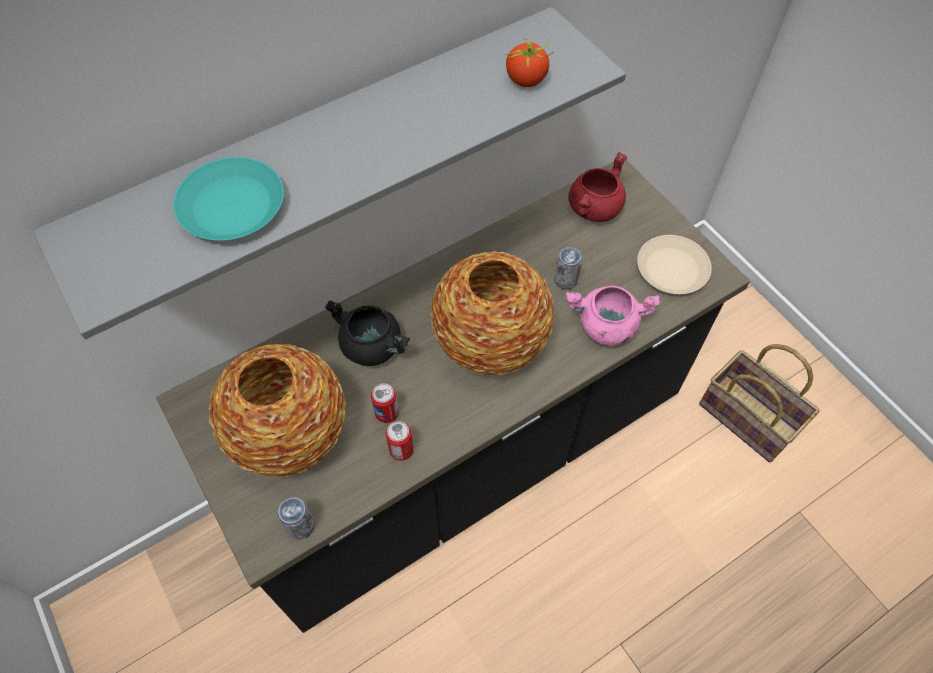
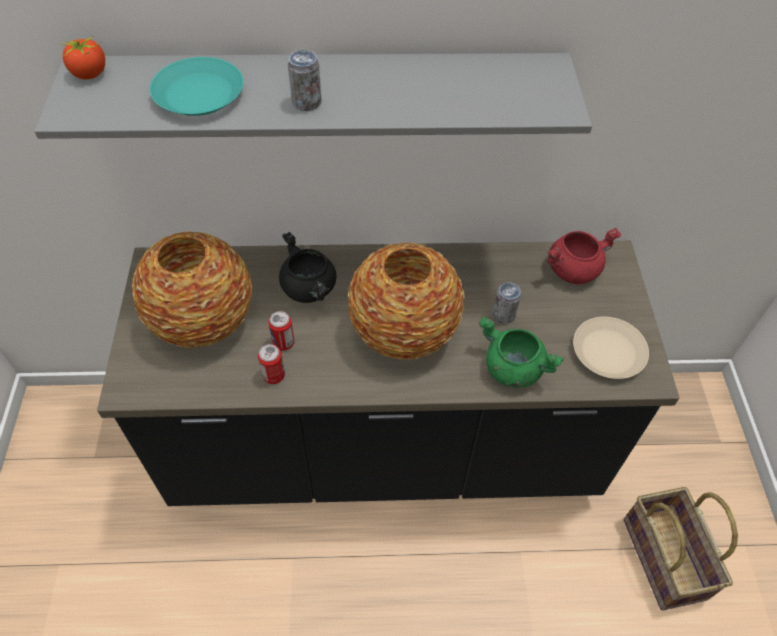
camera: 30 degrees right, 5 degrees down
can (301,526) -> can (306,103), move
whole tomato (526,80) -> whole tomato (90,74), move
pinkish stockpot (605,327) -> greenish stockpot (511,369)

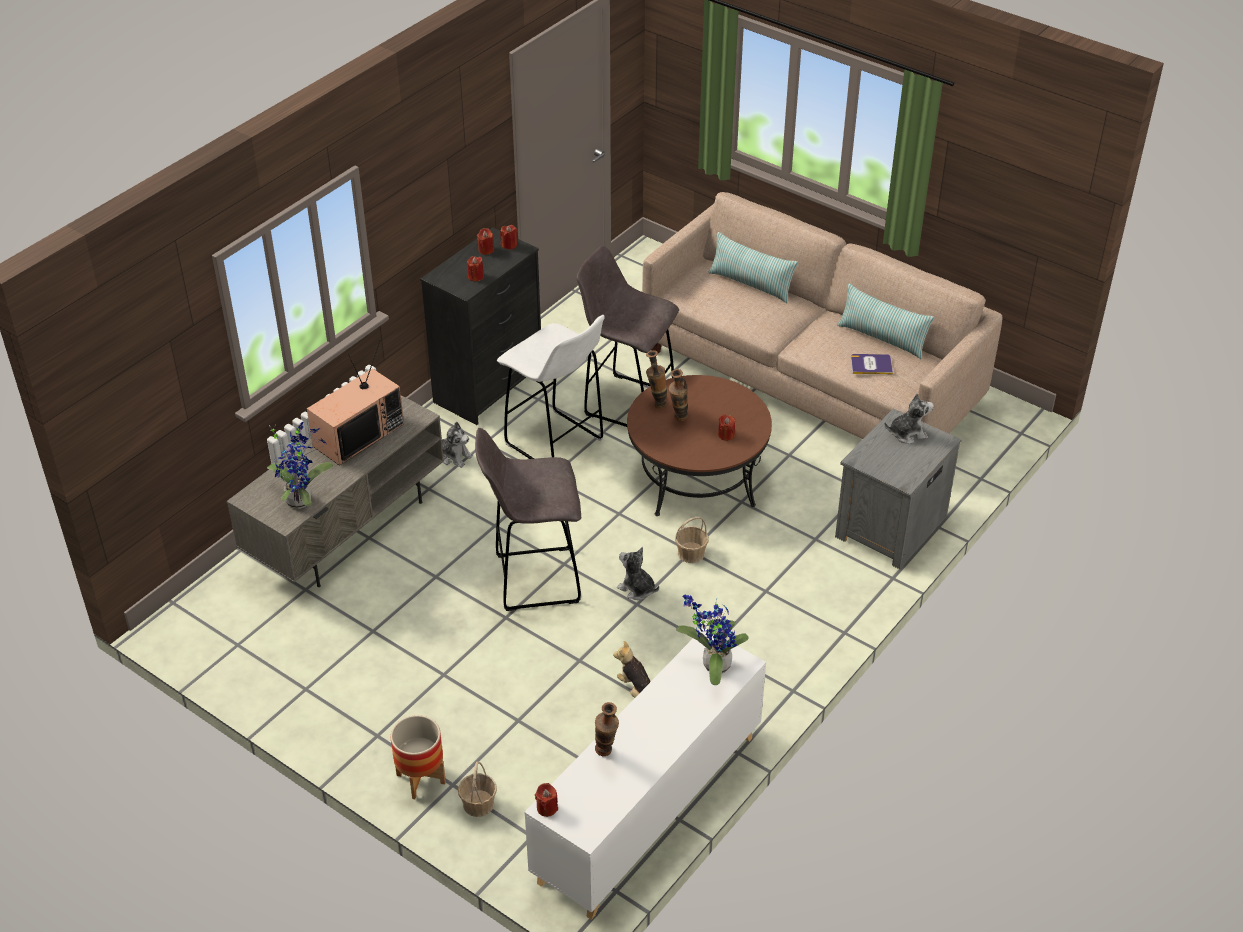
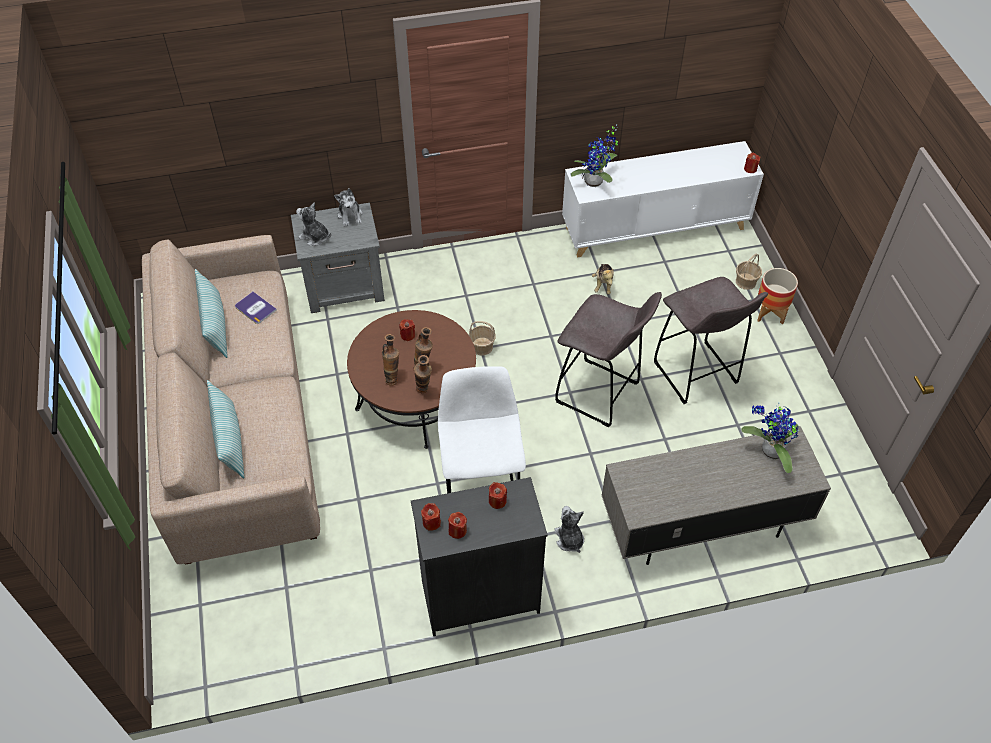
camera: 140 degrees left, 10 degrees up
TV set (358,434) -> none
greyish stool seat (626,402) -> greyish stool seat (696,374), move
decorative vase (606,754) -> decorative vase (393,378), move
plush toy (637,589) -> plush toy (350,215), move

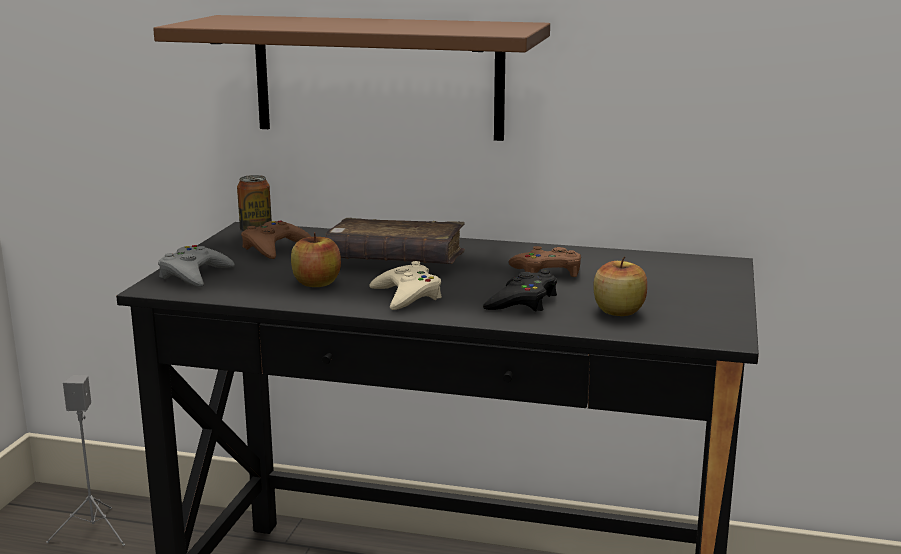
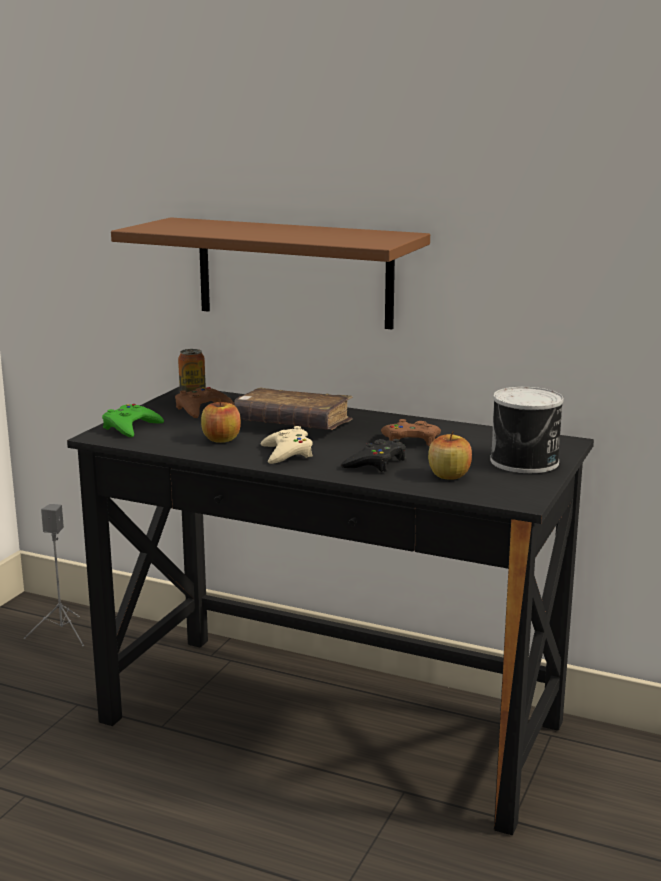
camera: 10 degrees right, 0 degrees up
greyish joypad (194,274) -> greenish joypad (131,427)
none -> can (526,462)

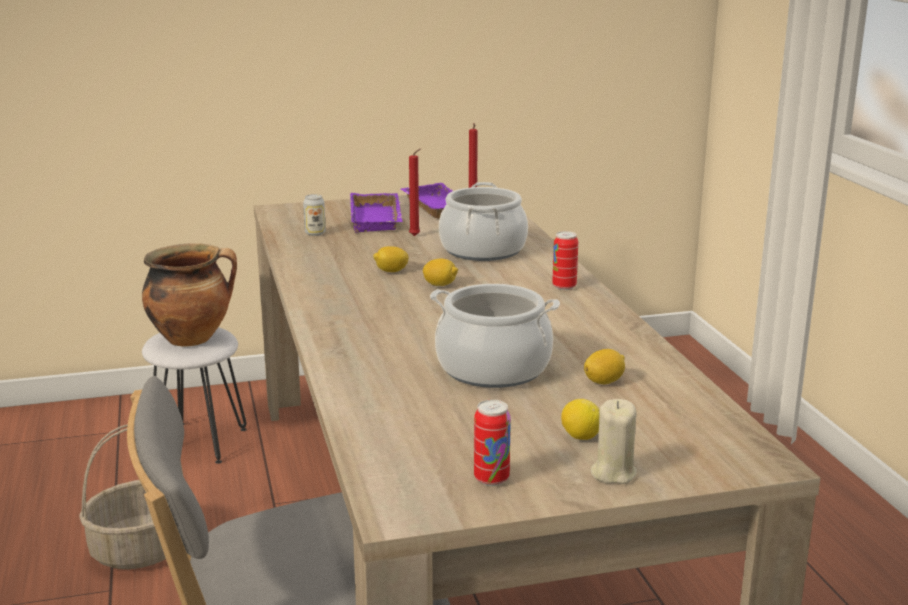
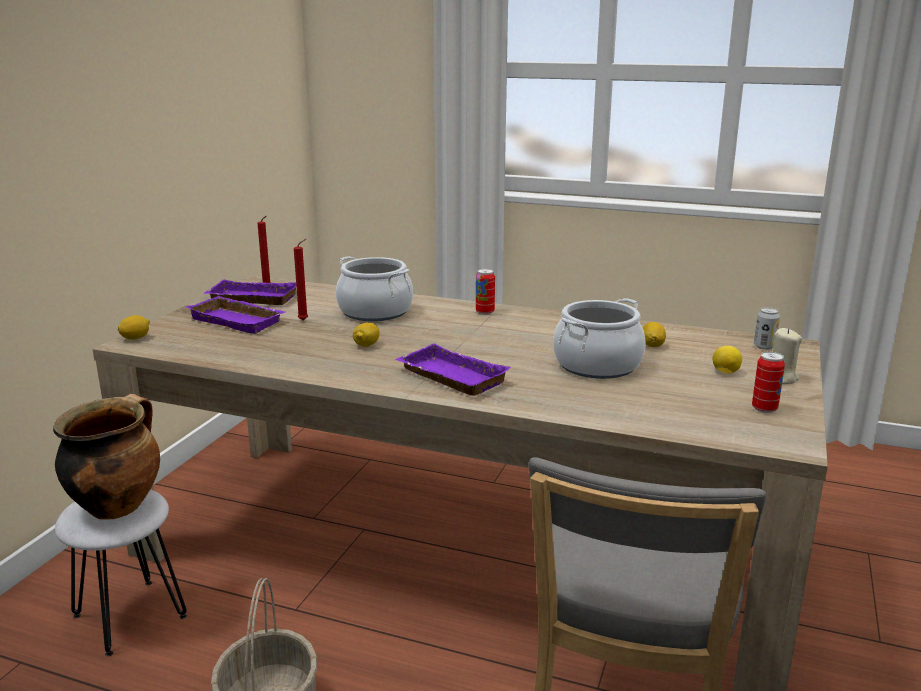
camera: 55 degrees left, 0 degrees up
can (315,233) -> can (764,346), move
citrus fruit (440,285) -> citrus fruit (135,338), move
none -> purple serving tray (449,377)

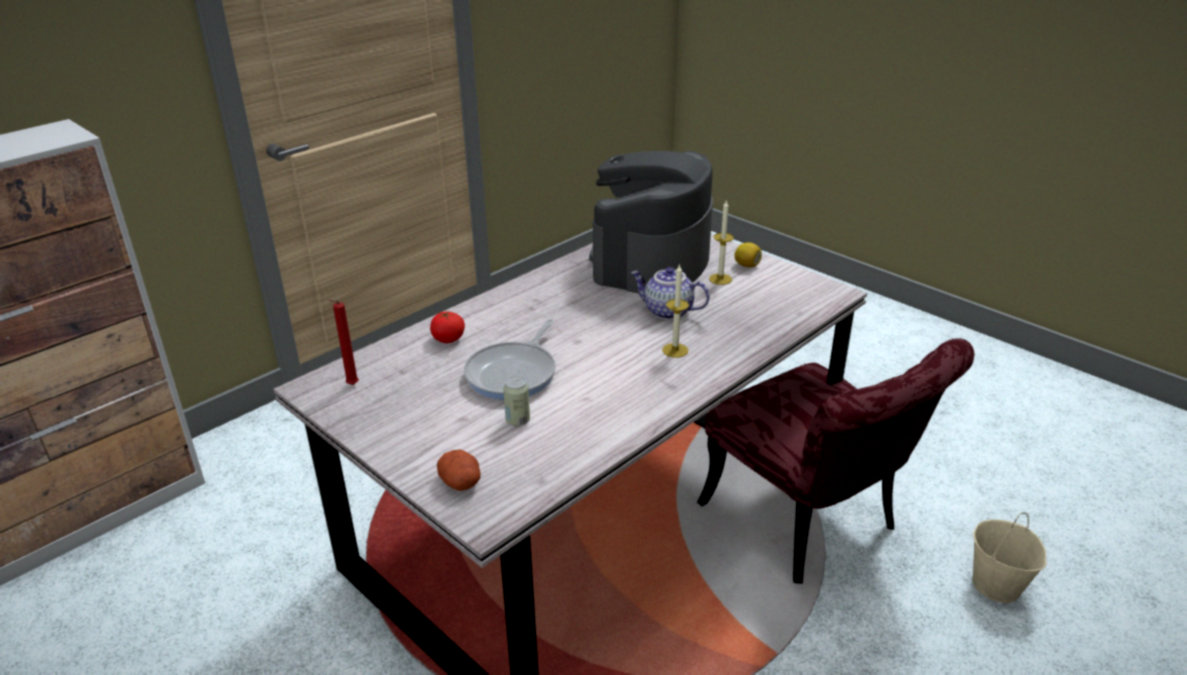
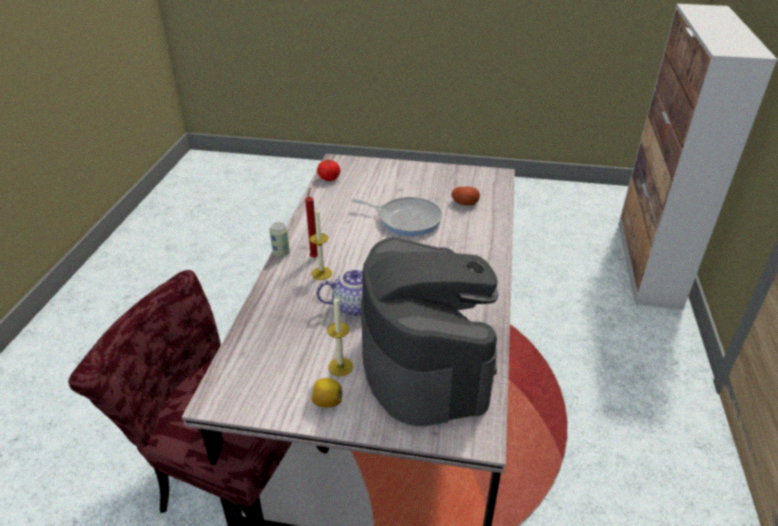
camera: 145 degrees right, 5 degrees up
red-coloured candle (351,386) -> red-coloured candle (314,256), move
whole tomato (448,339) -> whole tomato (329,178), move
whole potato (461,482) -> whole potato (464,203), move
skillet (514,373) -> skillet (406,219), 120 degrees clockwise
can (517,420) -> can (281,253), move
beige-coloured water bucket (997,586) -> none

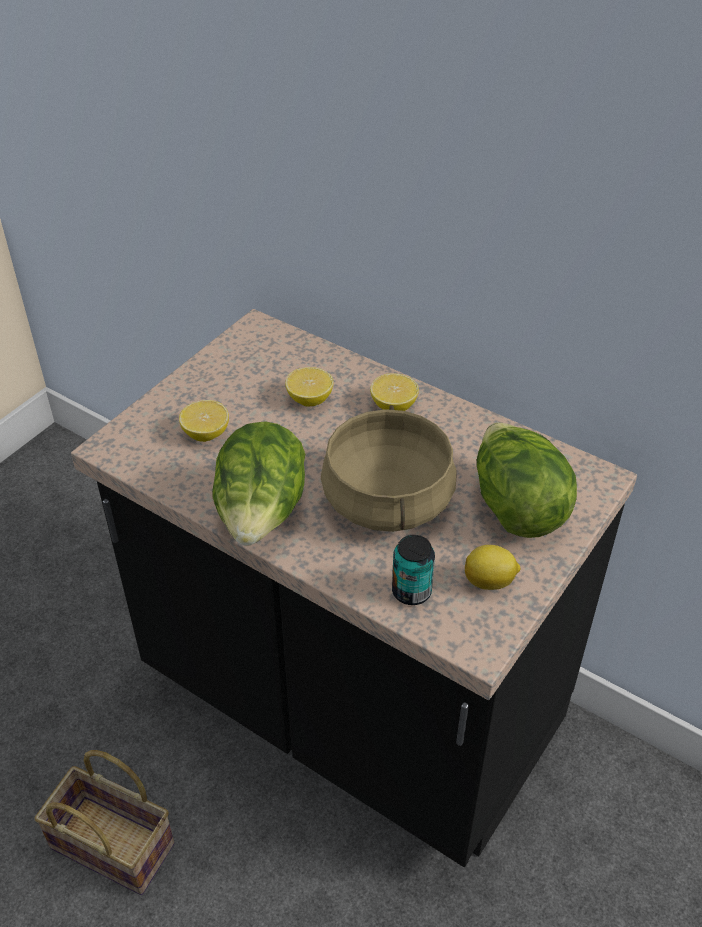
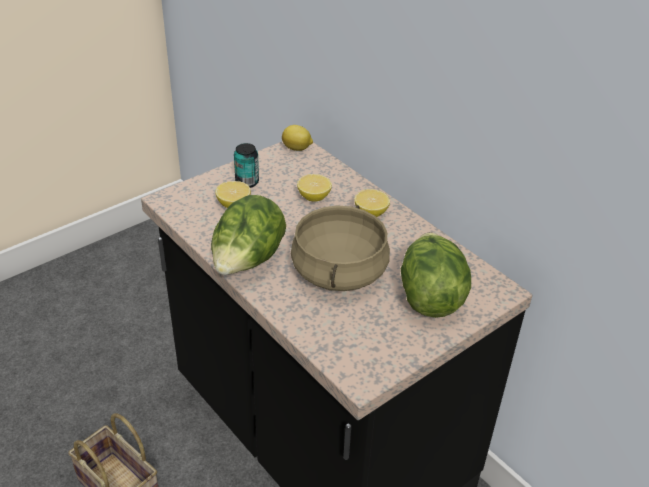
camera: 15 degrees right, 5 degrees down
can (411,591) -> can (247,182), move
citrus fruit (490,582) -> citrus fruit (297,148), move

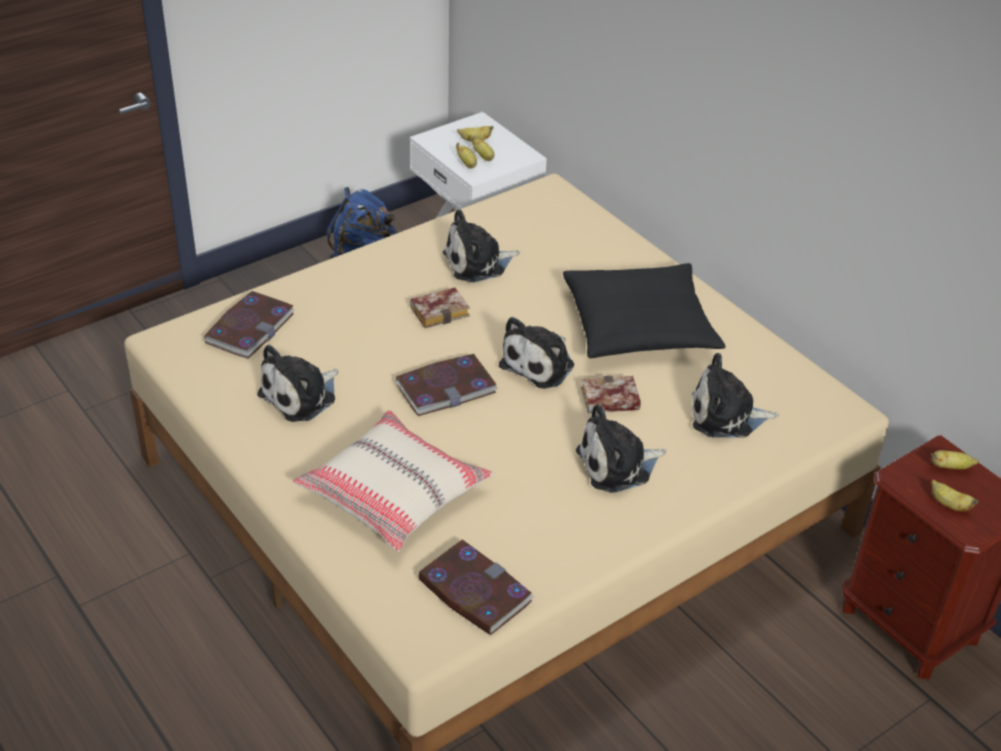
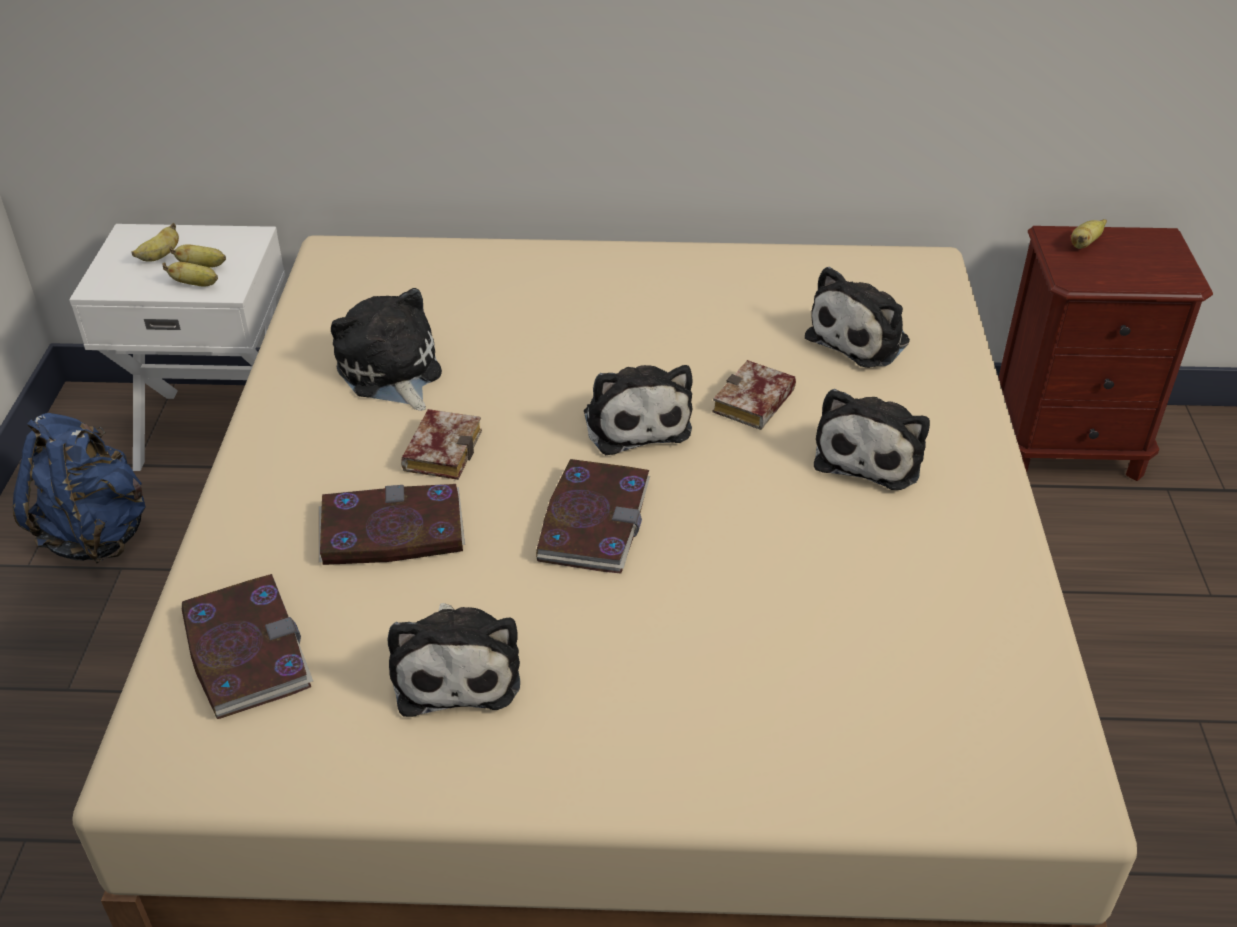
camera: 50 degrees left, 0 degrees up
beige-coloured throw pillow (394,493) -> none
book (474,591) -> book (391,531), move
plush toy (478,263) -> plush toy (391,373), 135 degrees clockwise
black throw pillow (639,325) -> none
whole banana (948,504) -> none

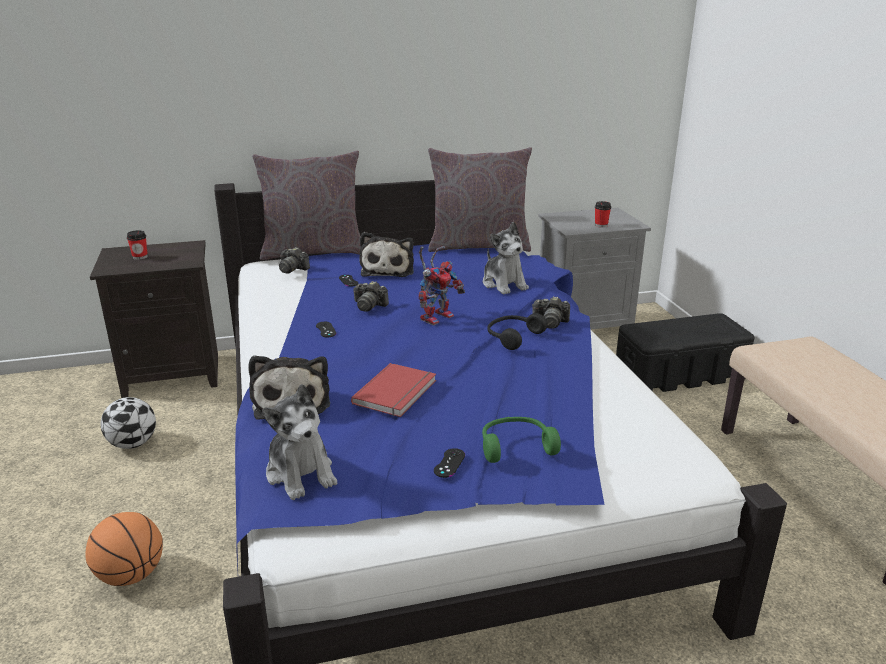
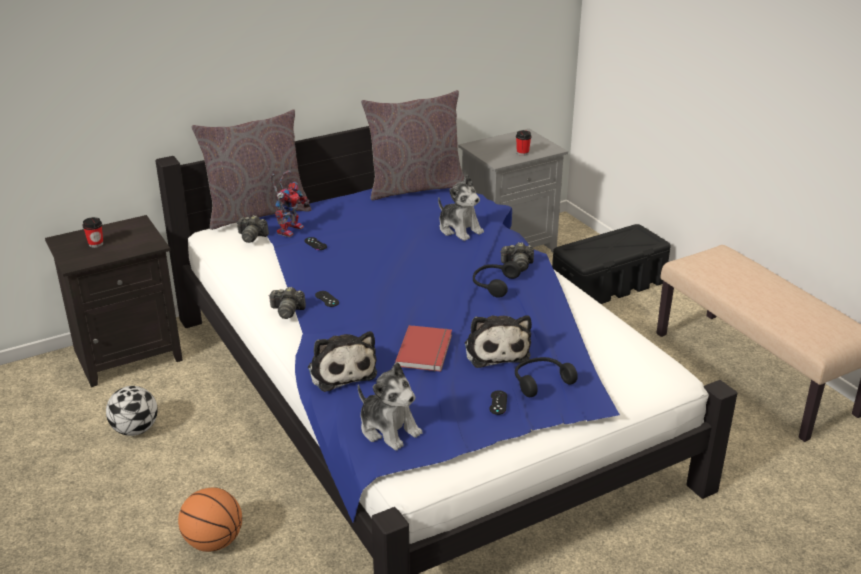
camera: 15 degrees left, 5 degrees up
photo camera (369,306) -> photo camera (287,311), move
plush toy (388,269) -> plush toy (496,350), move
model robot (437,316) -> model robot (289,228), move
greenish pair of headphones (515,446) -> black pair of headphones (540,381)

